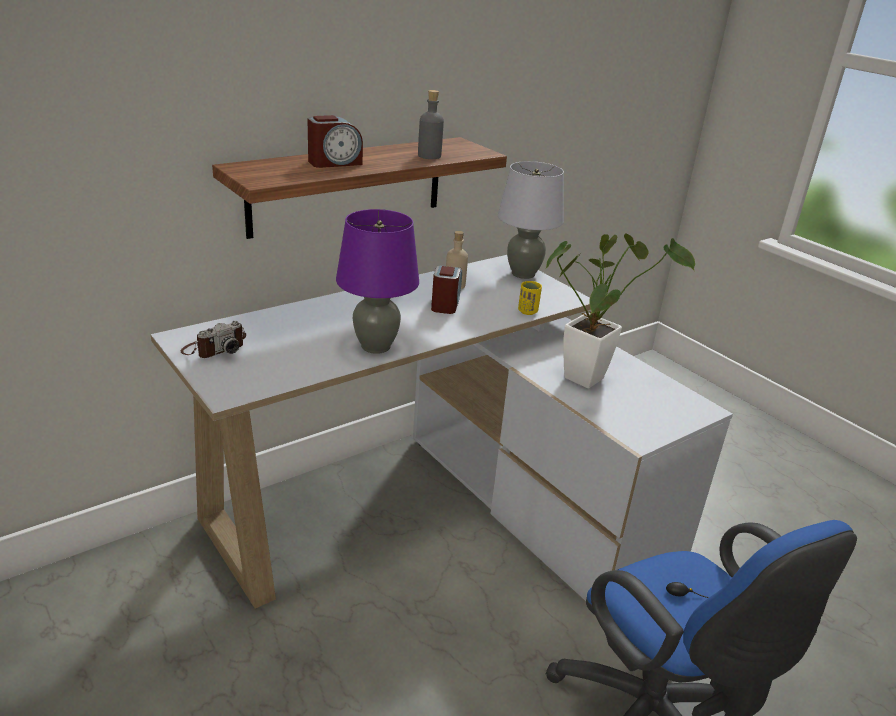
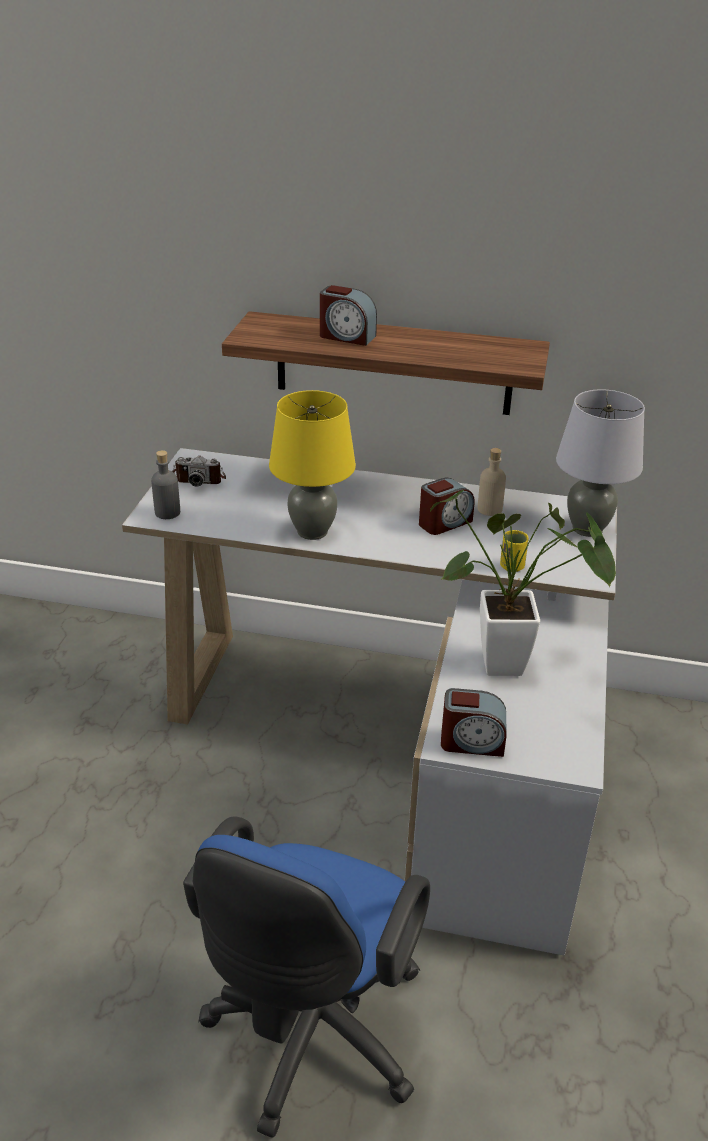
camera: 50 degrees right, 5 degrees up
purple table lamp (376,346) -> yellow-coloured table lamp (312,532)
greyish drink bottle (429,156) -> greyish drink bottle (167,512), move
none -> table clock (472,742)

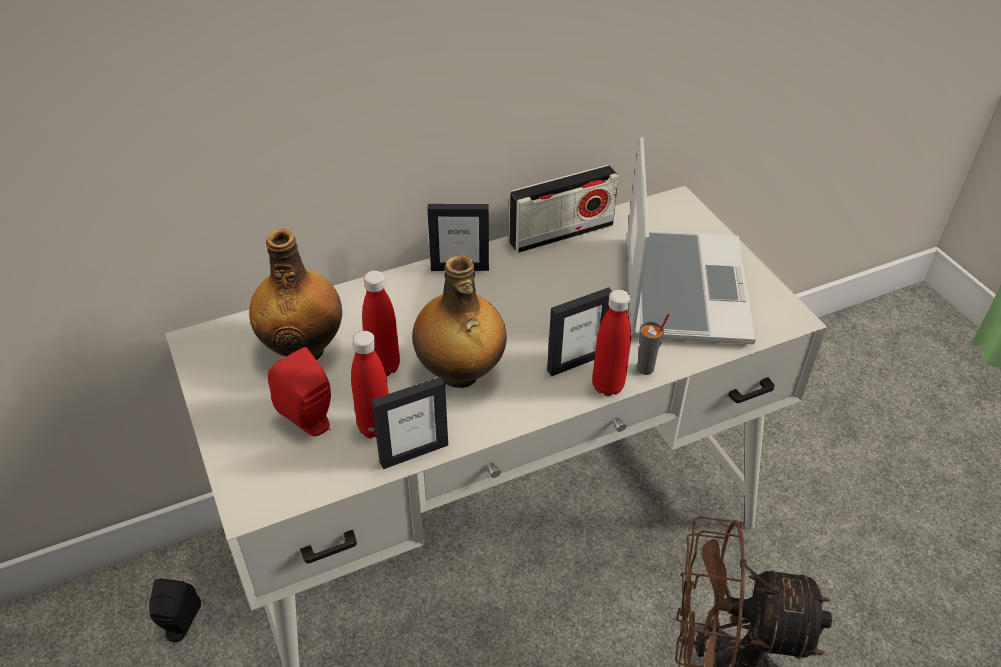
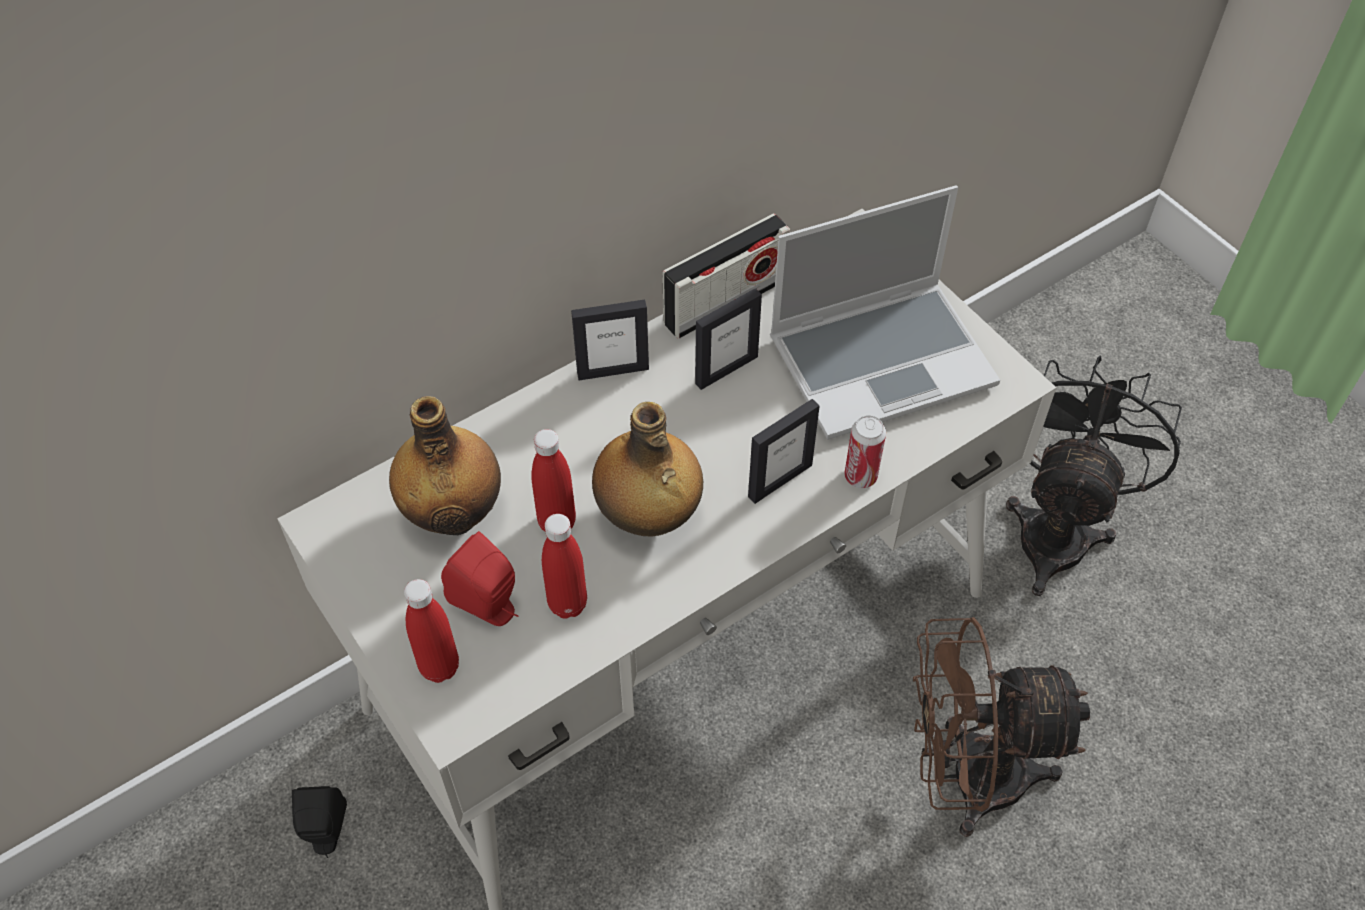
camera: 10 degrees left, 10 degrees up
standing frame (413,453) -> standing frame (726,369), move
red-coloured drink bottle (607,386) -> red-coloured drink bottle (439,667), move
laptop (681,288) -> laptop (883,359), 75 degrees clockwise
greyish cup (646,369) -> can (860,476)
none -> black fan (1057,529)

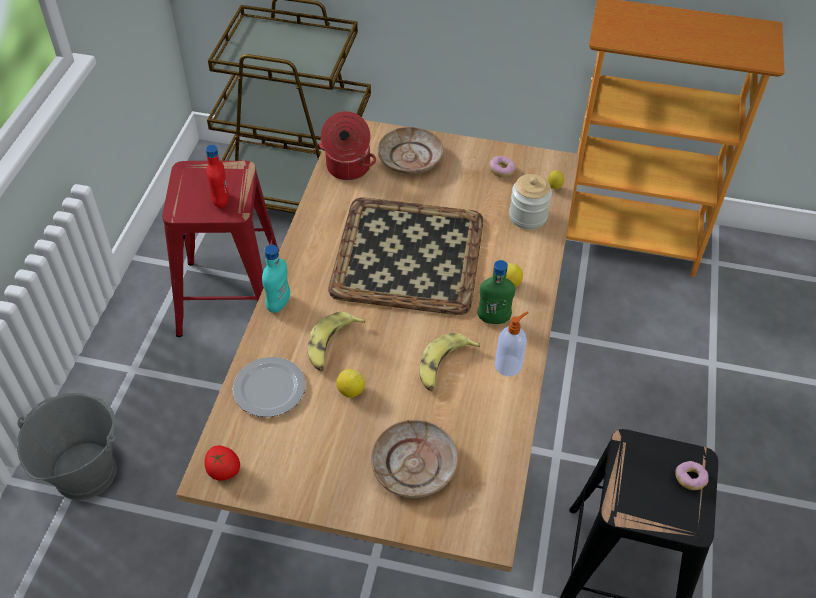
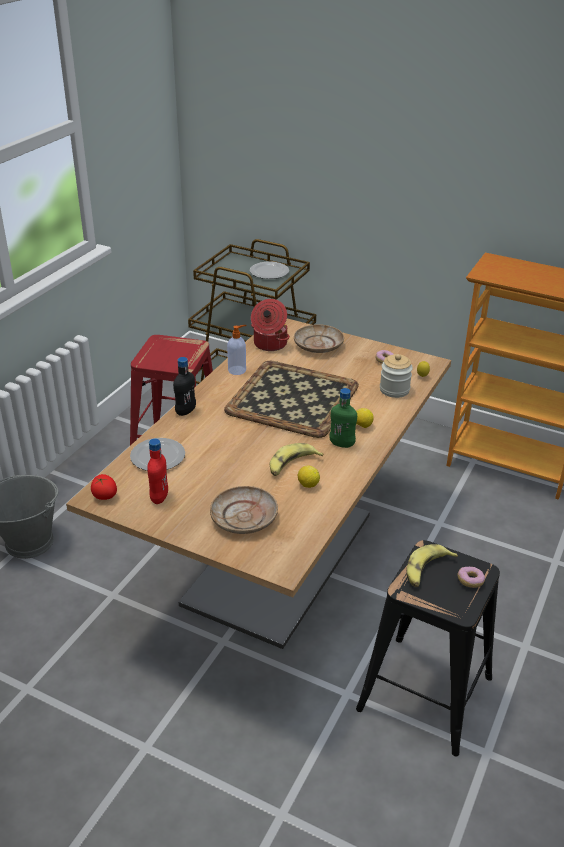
camera: 15 degrees right, 15 degrees down
red-coloured drink bottle (221,201) -> red-coloured drink bottle (159,497), move
turquoise-coloured drink bottle (278,304) -> black drink bottle (185,411)
whole banana (332,345) -> whole banana (426,570), move
citrus fruit (350,391) -> citrus fruit (308,485), move
liquid soap bottle (509,365) -> liquid soap bottle (237,370), move
none -> dinner plate (269,272)

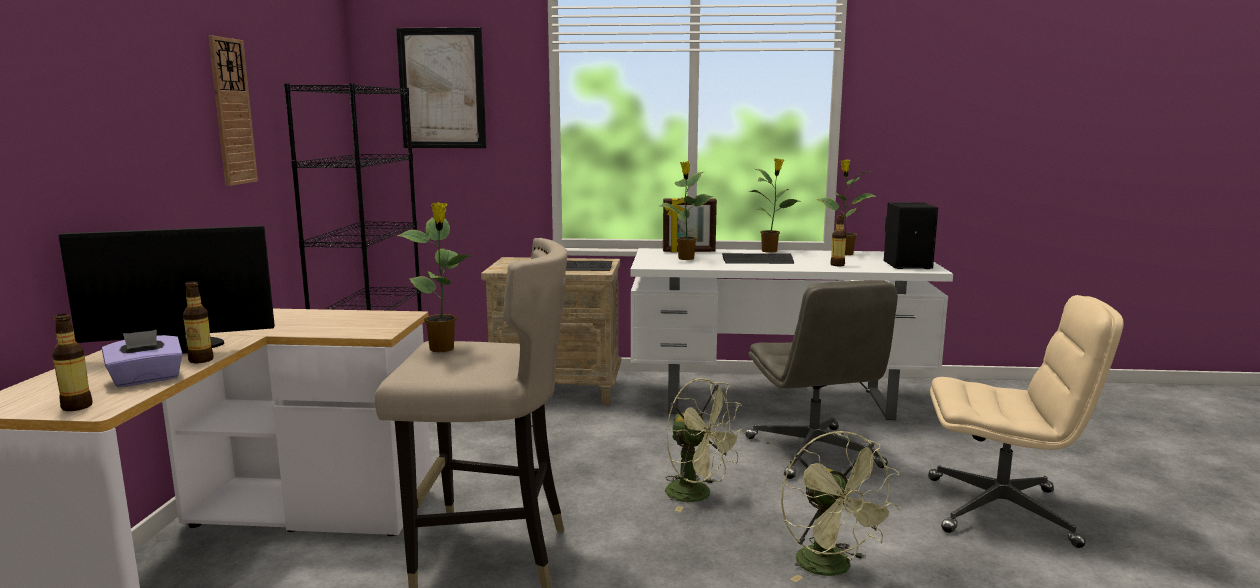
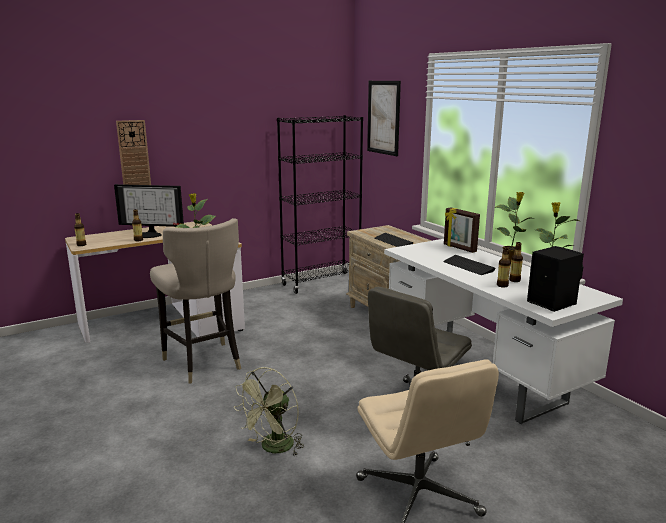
camera: 55 degrees right, 5 degrees up
computer screen (183,348) -> computer screen (149,234), 150 degrees clockwise
purple tissue holder (146,379) -> none
clock on the wall (232,112) -> clock on the wall (134,157), move
potted plant (685,258) -> none
greenish fan (698,495) -> none
none -> drink bottle (514,280)

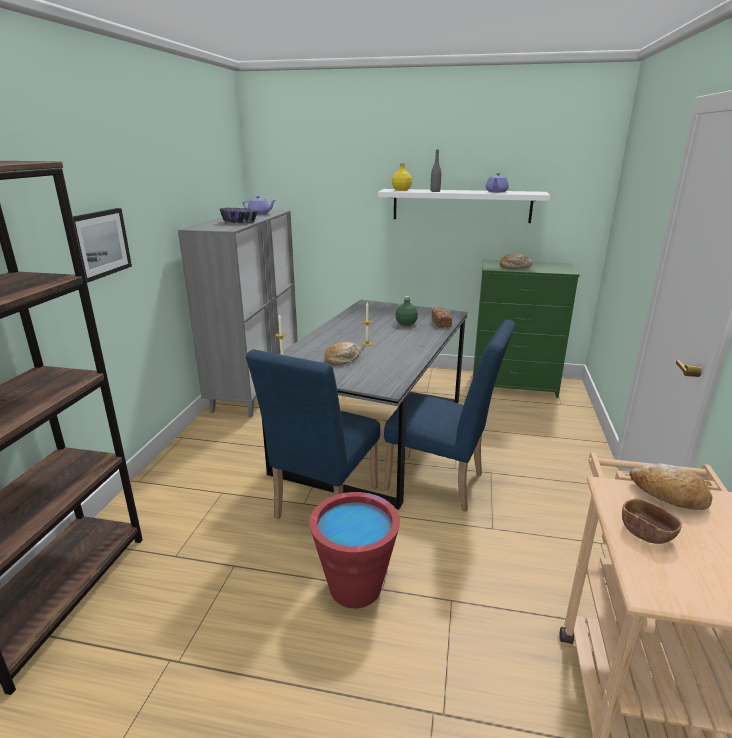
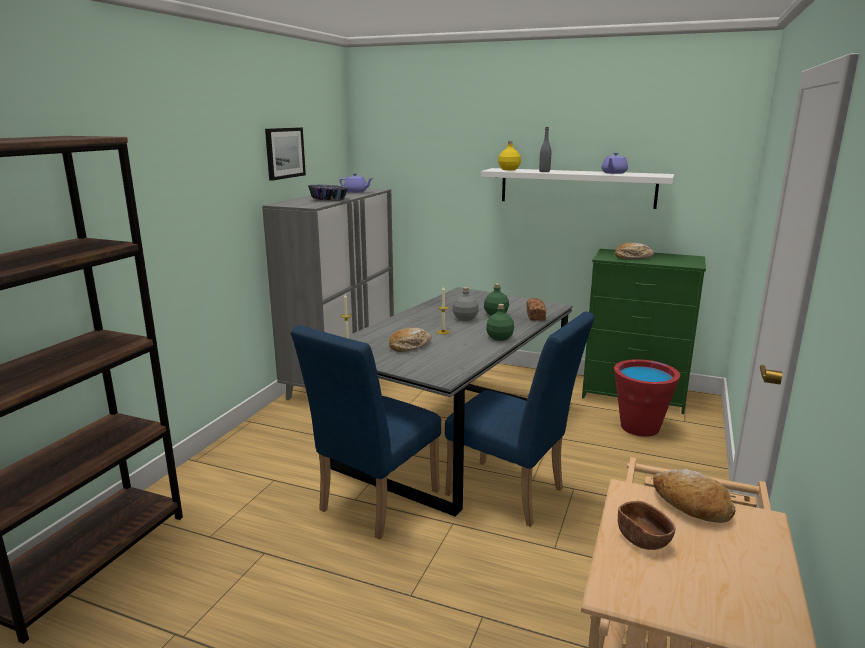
camera: 10 degrees right, 5 degrees down
wall picture (99,244) -> wall picture (284,153), move
red-coloured water bucket (355,587) -> red-coloured water bucket (639,427), move
none -> greyish drink bottle (465,318)
none -> greenish drink bottle (499,338)

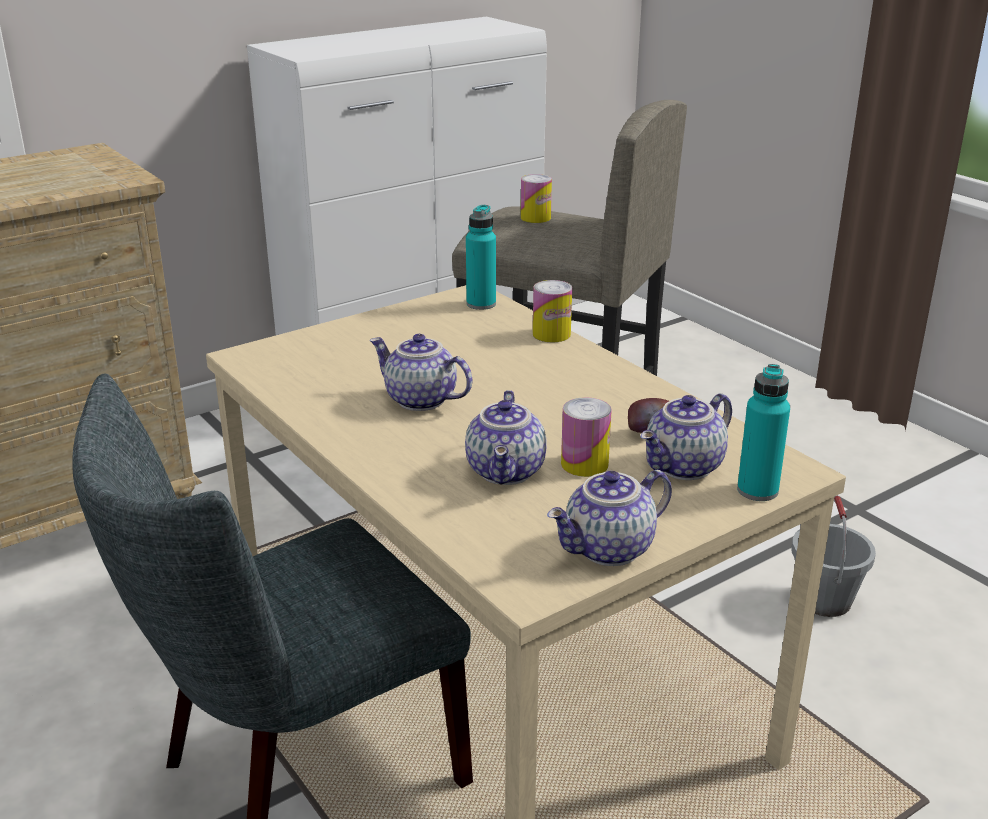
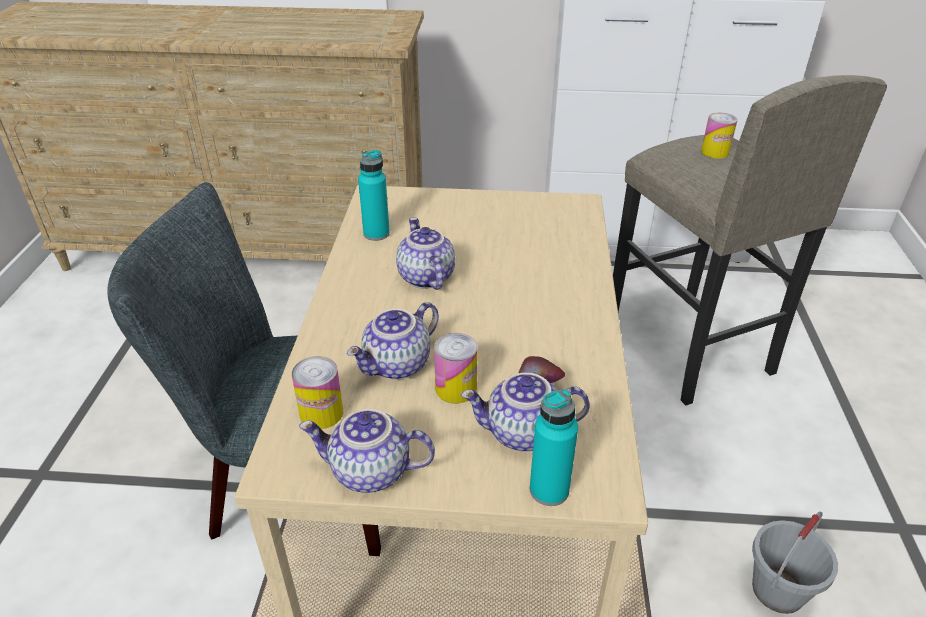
camera: 40 degrees right, 10 degrees up
turquoise-coloured drink bottle (481,304) -> turquoise-coloured drink bottle (376,233), move
can (551,334) -> can (321,413), move

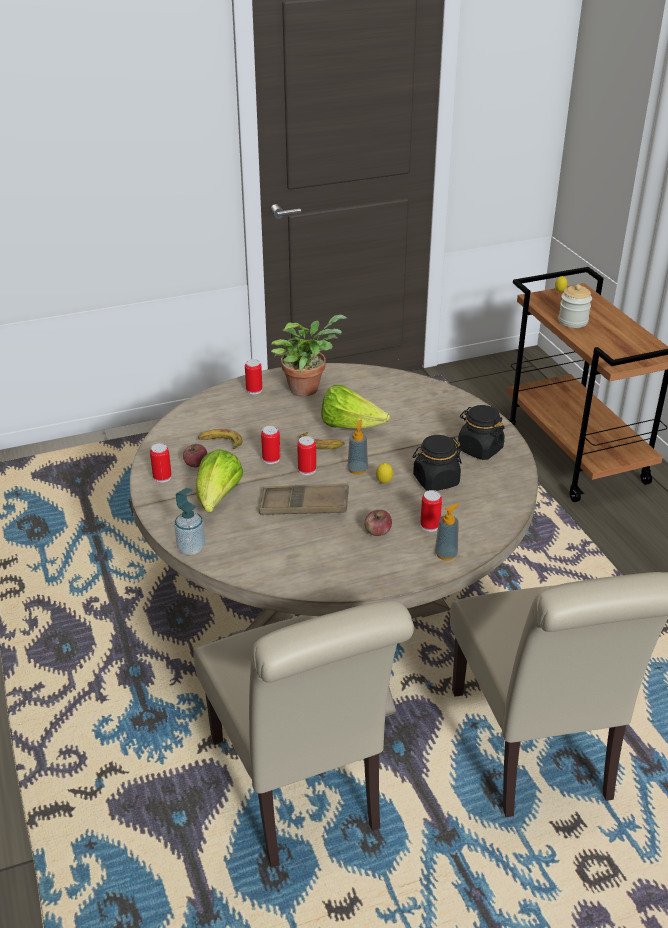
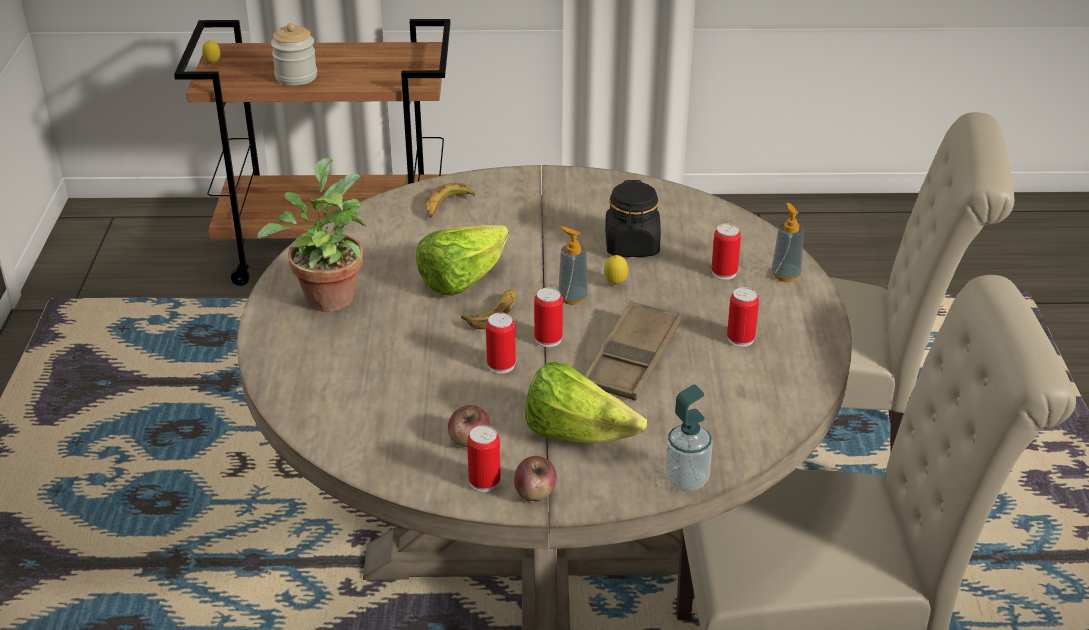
camera: 70 degrees left, 0 degrees up
whole banana (220,442) -> whole banana (446,206), move
can (254,390) -> can (740,339), move
apple fruit (377,532) -> apple fruit (535,493), move
black jar (479,449) -> none

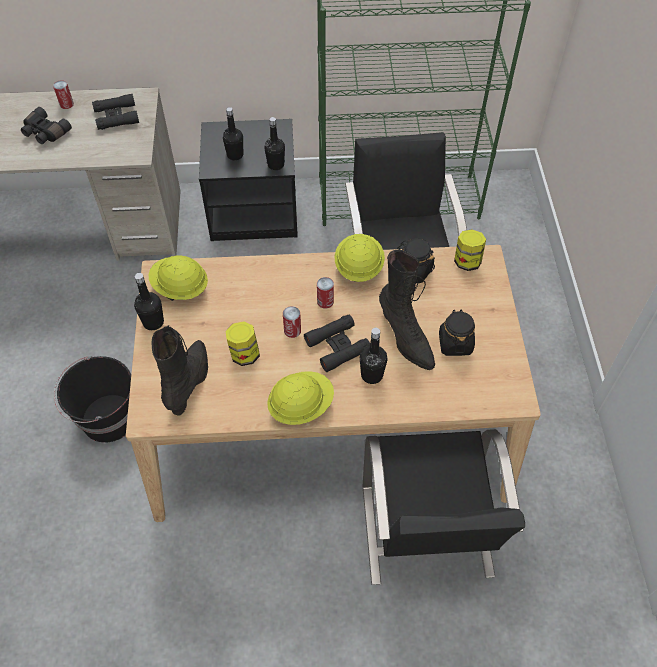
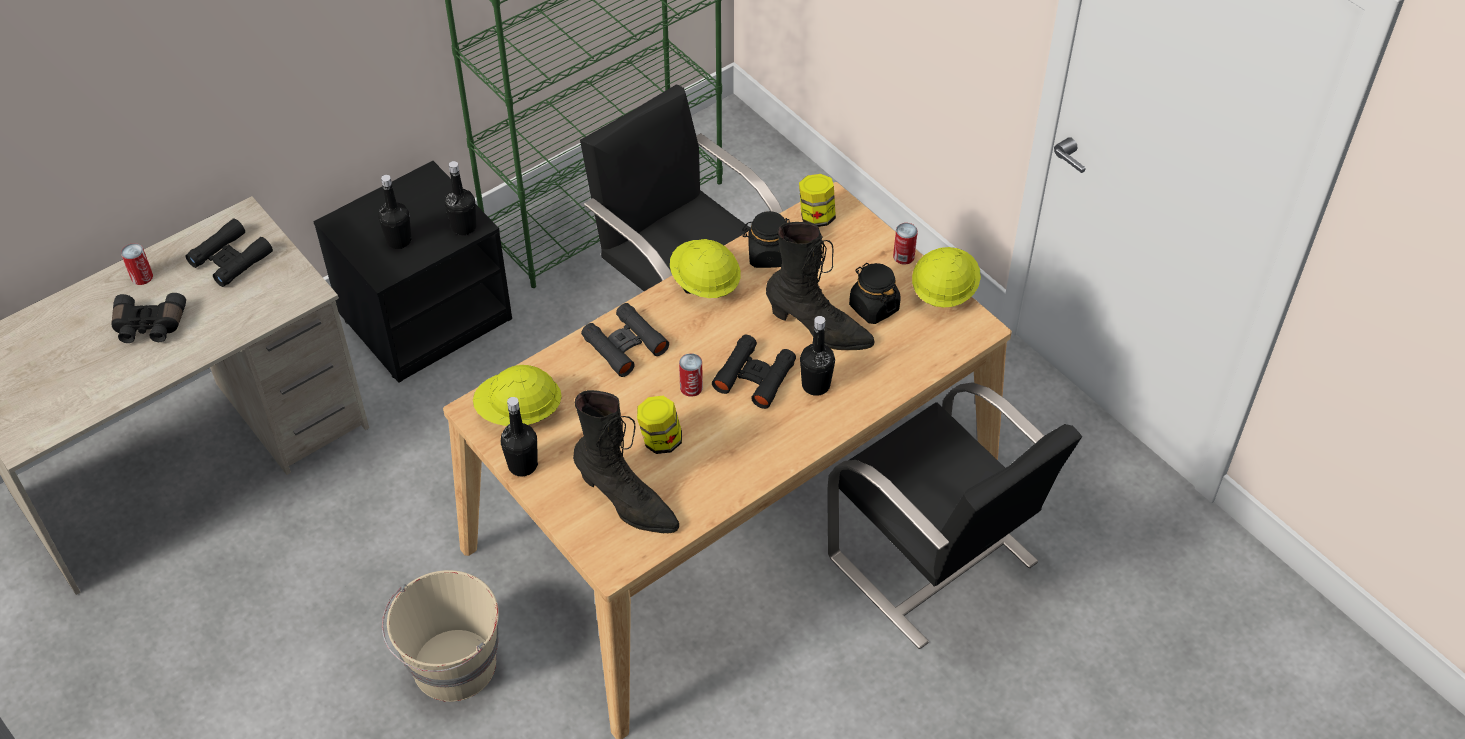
camera: 35 degrees left, 5 degrees down
black water bucket (108,418) -> beige-coloured water bucket (453,666)
black high-top boot (189,383) -> black high-top boot (626,503), 150 degrees clockwise
yellow-coloured hard hat (301,406) -> yellow-coloured hard hat (943,291), move
can (325,301) -> can (903,256), move
none -> black binoculars (625,345)

